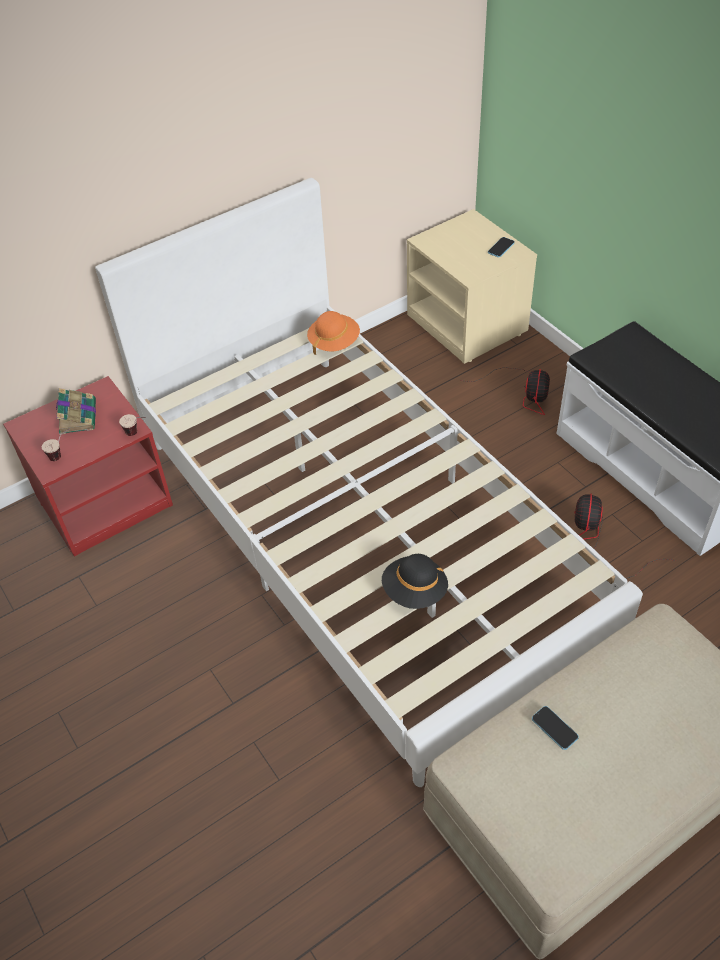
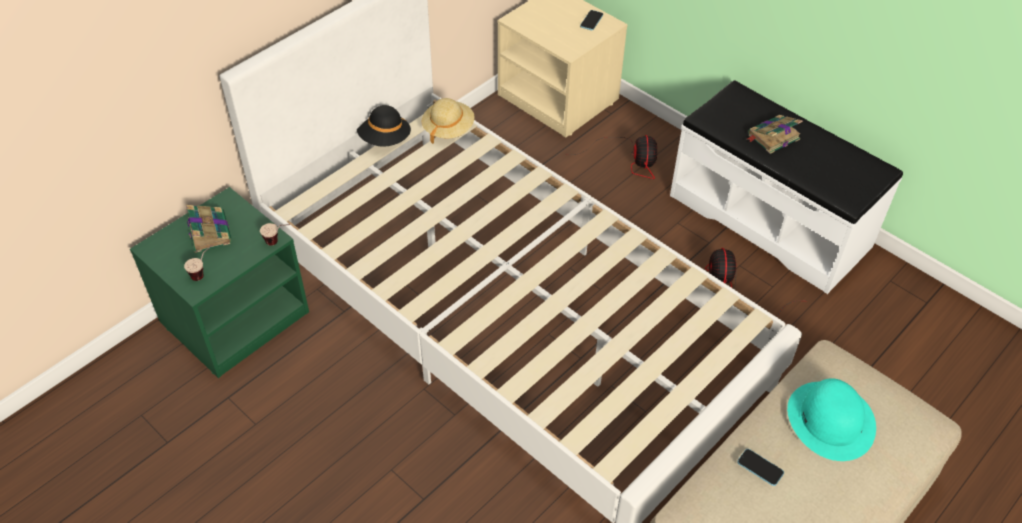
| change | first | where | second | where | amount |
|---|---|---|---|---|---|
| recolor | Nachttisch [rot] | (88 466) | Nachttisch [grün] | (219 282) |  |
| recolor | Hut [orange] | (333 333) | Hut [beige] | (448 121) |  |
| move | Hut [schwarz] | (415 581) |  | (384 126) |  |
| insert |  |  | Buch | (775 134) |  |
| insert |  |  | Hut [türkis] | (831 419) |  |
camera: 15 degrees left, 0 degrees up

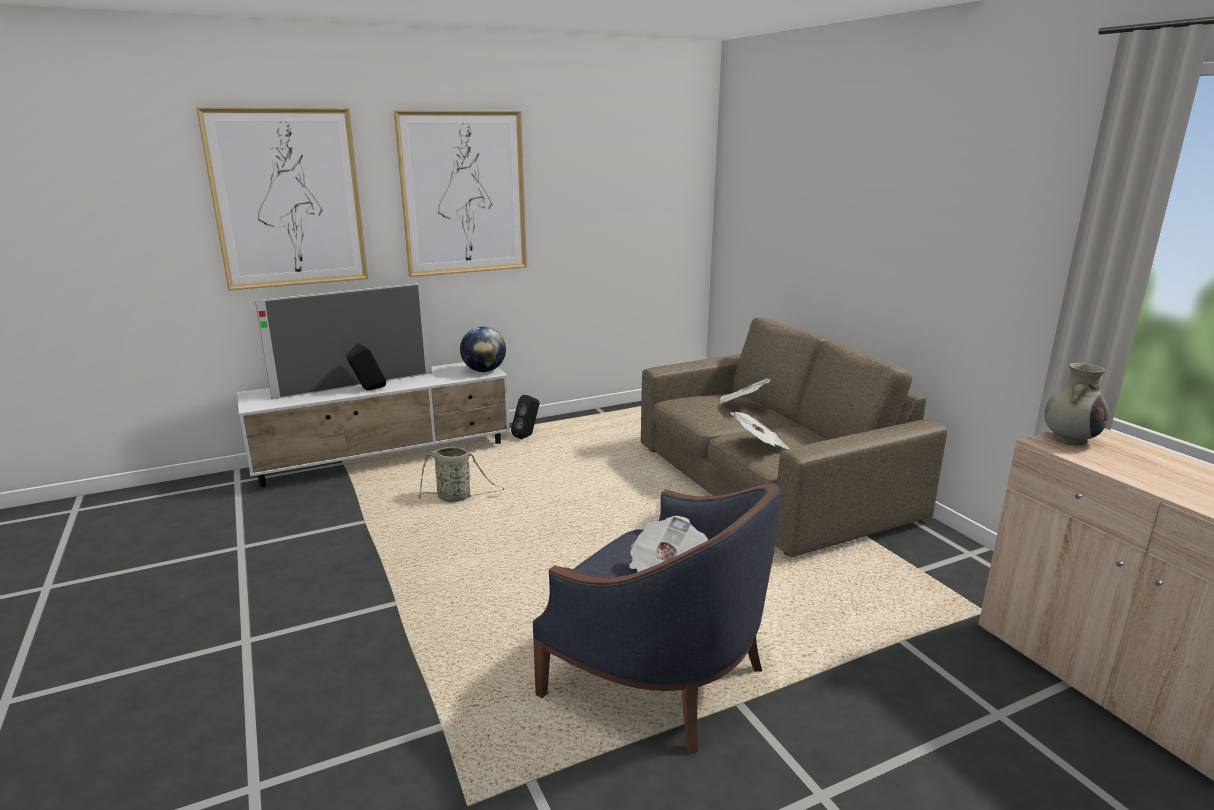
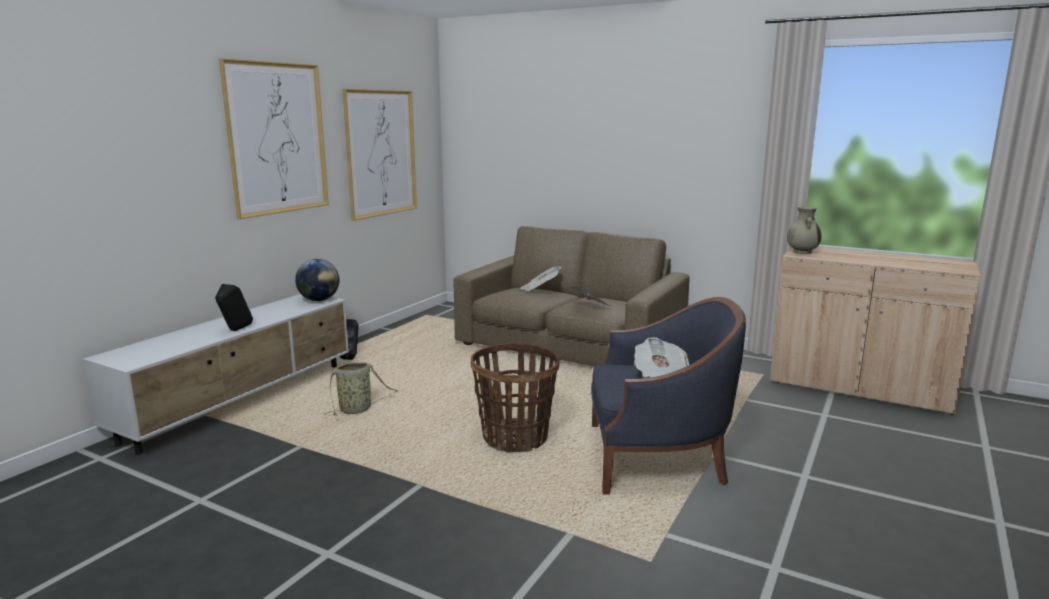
| change | first | where | second | where | amount |
|---|---|---|---|---|---|
| move | Bild | (282 199) |  | (380 155) |  |
| delete | Fernseher | (343 341) |  |  |  |
| insert |  |  | Korb | (515 398) |  |
camera: 35 degrees left, 5 degrees down

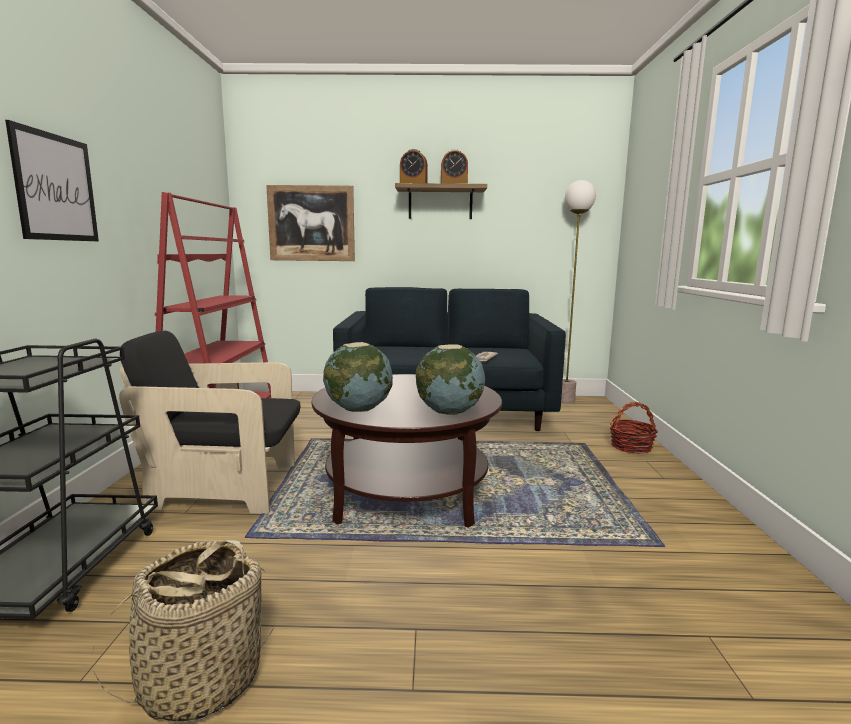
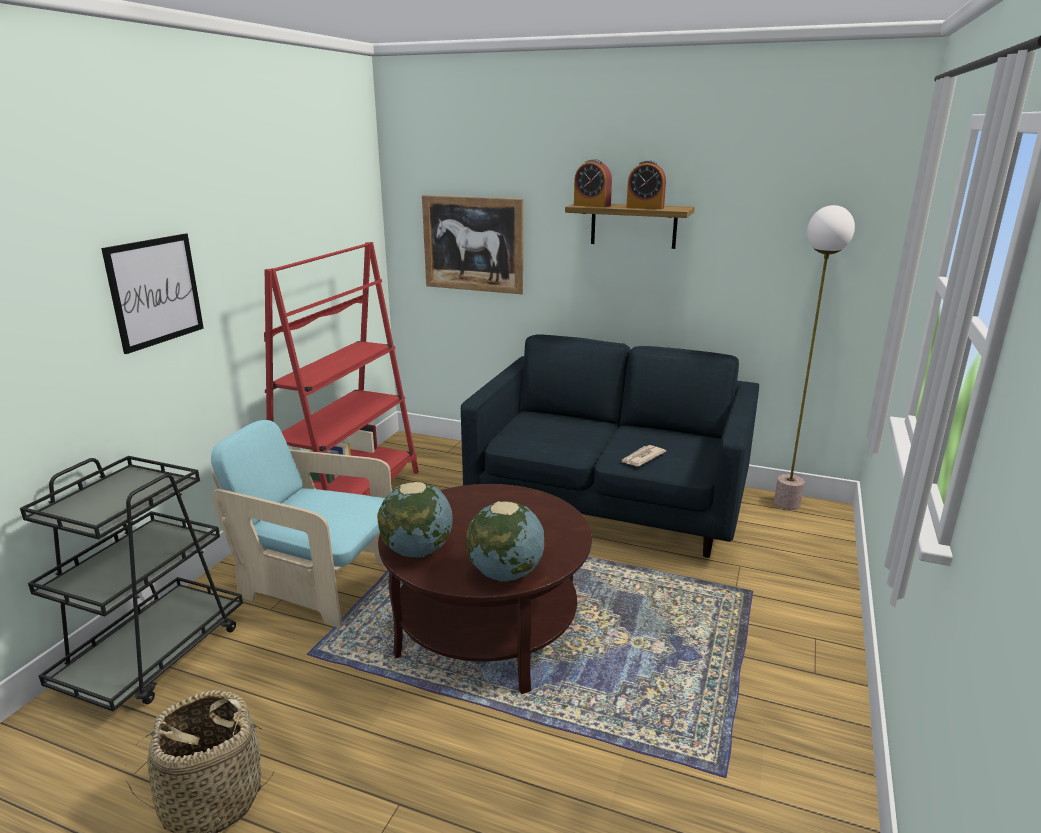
| change | first | where | second | where | amount |
|---|---|---|---|---|---|
| recolor | Sessel [schwarz] | (209 422) | Sessel [türkis] | (301 524) |  |
| delete | Korb | (634 428) |  |  |  |
camera: 20 degrees right, 10 degrees up

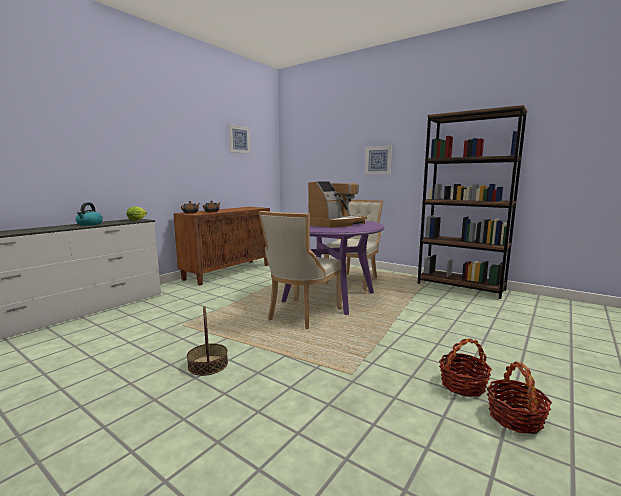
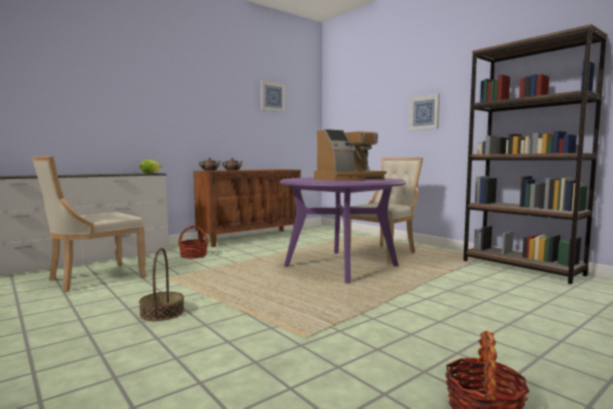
| change | first | where | second | where | amount |
|---|---|---|---|---|---|
| delete | Wasserkessel | (89 214) |  |  |  |
| move | Stuhl [beige] | (301 270) |  | (89 224) |  |
| move | Korb | (465 368) |  | (193 242) |  |
camera: 15 degrees right, 5 degrees down

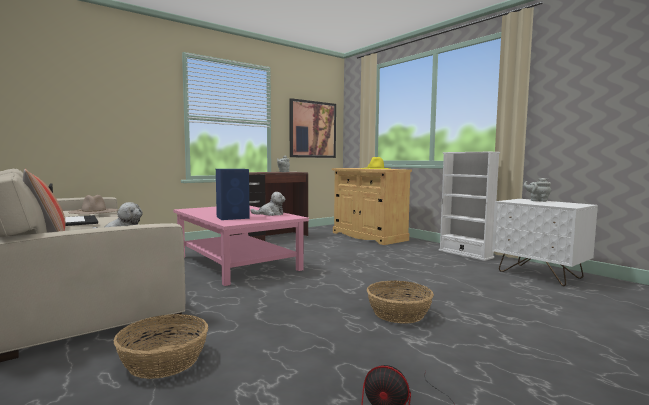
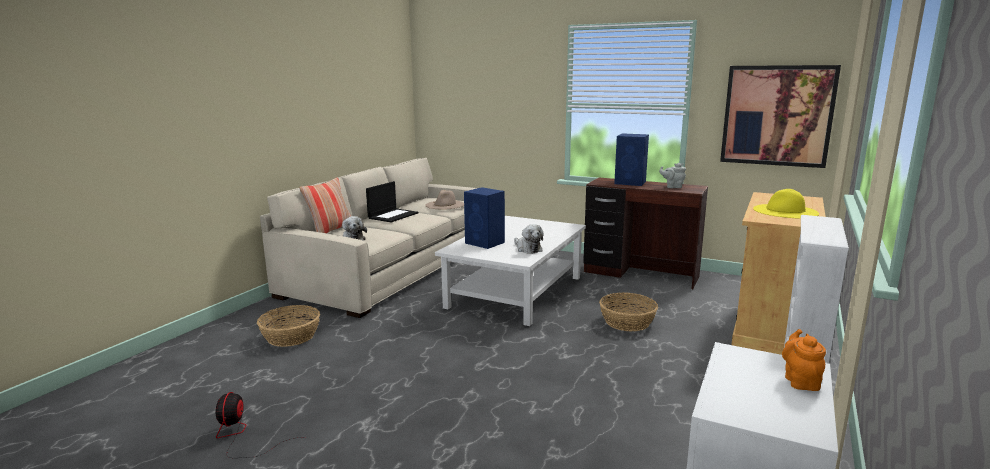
| change | first | where | second | where | amount |
|---|---|---|---|---|---|
| recolor | Couchtisch [rosa] | (241 246) | Couchtisch [weiß] | (510 271) |  |
| move | Korb | (400 302) |  | (628 311) |  |
| recolor | Teekanne [grau] | (537 190) | Teekanne [orange] | (804 360) |  |
| insert |  |  | Lautsprecher [blau] | (631 159) |  |
camera: 65 degrees right, 10 degrees up

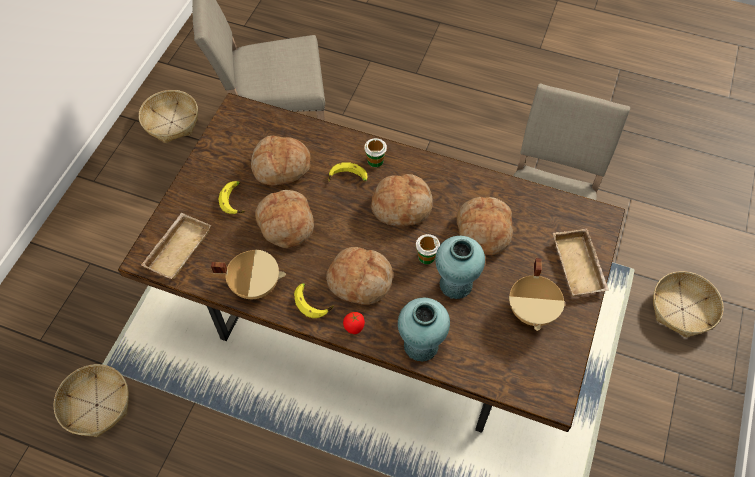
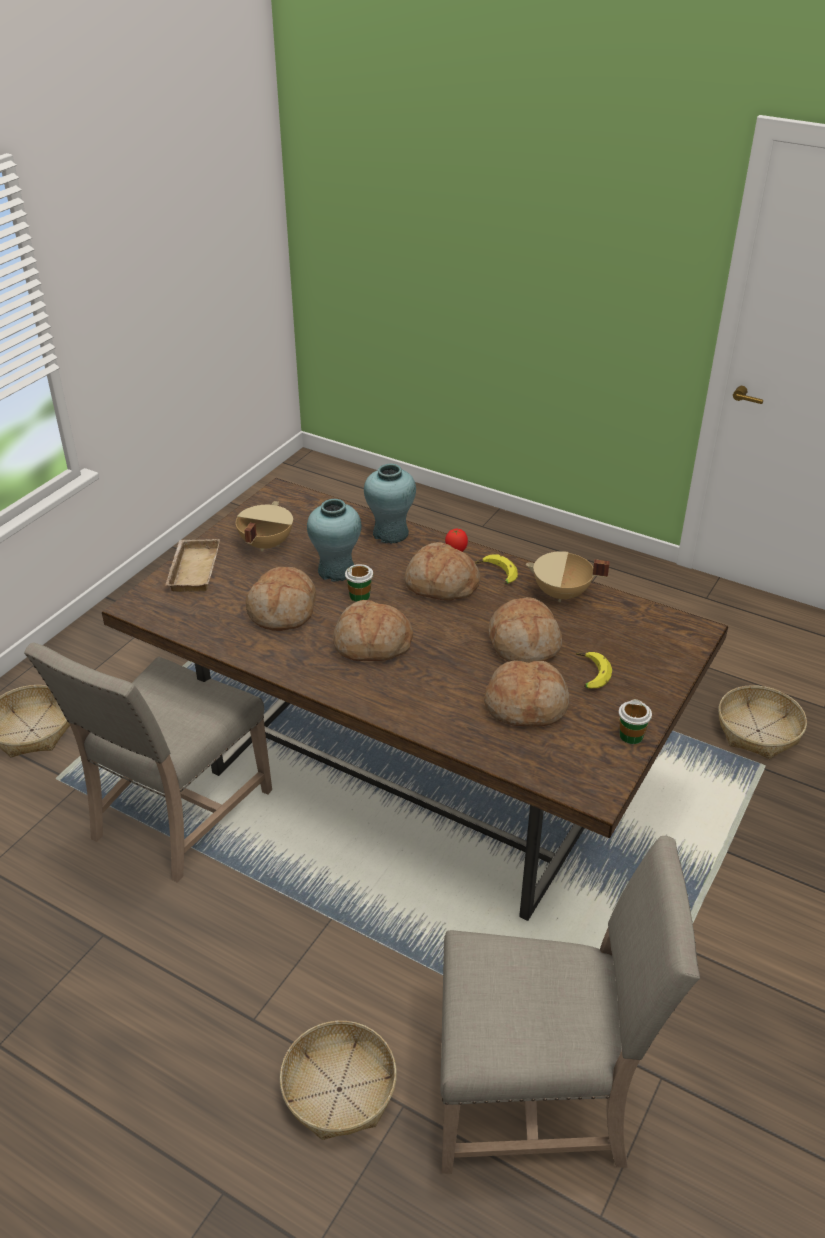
| change | first | where | second | where | amount |
|---|---|---|---|---|---|
| move | Korb | (168 116) |  | (338 1080) |  |
| delete | Tablett [beige] | (176 246) |  |  |  |
| delete | Banane | (348 172) |  |  |  |
| move | Tasse | (375 152) |  | (635 721) |  |
camera: 170 degrees left, 20 degrees down

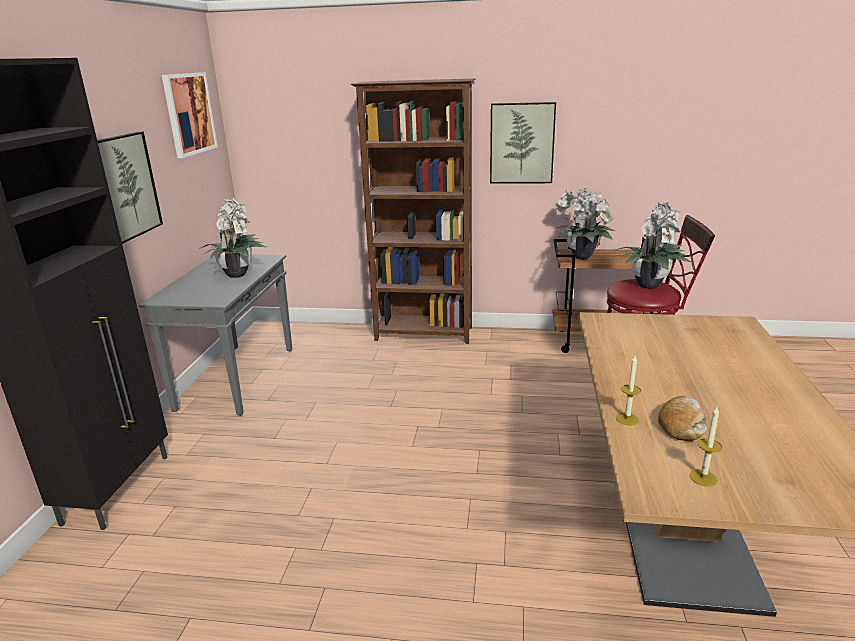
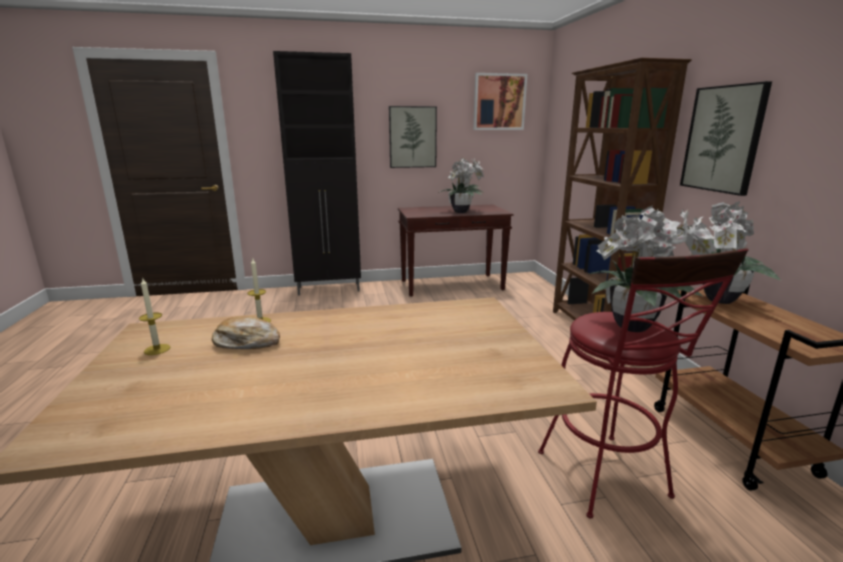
| change | first | where | second | where | amount |
|---|---|---|---|---|---|
| recolor | Konsolentisch [grau] | (215 335) | Konsolentisch [braun] | (456 251) |  |
camera: 70 degrees right, 5 degrees down

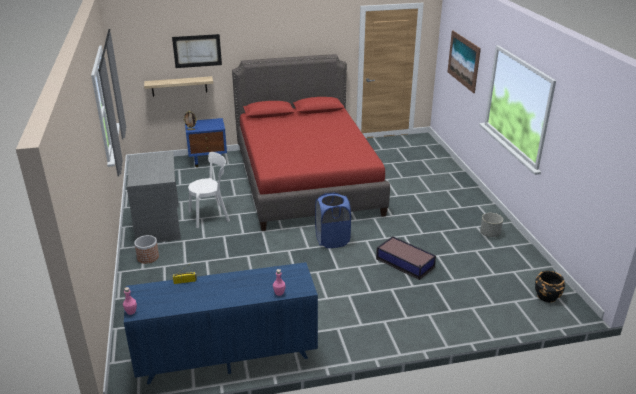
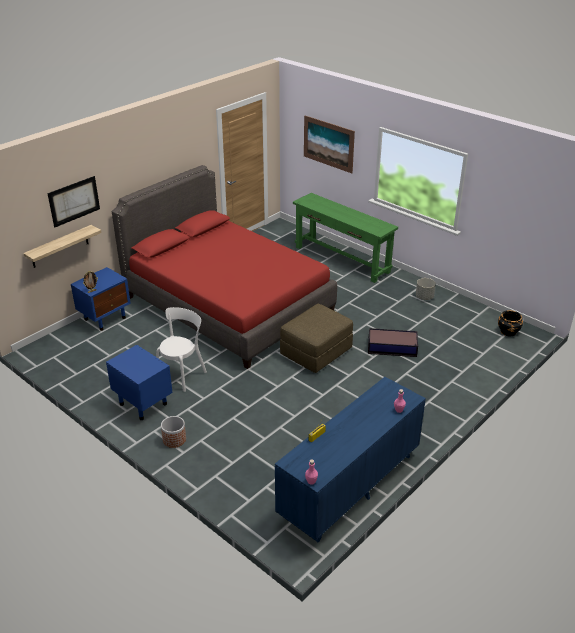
| change | first | where | second | where | amount |
|---|---|---|---|---|---|
| replace | Schreibtisch [grau] | (154 196) | Nachttisch [blau] | (139 382) |  |
| replace | Wäschekorb [blau] | (333 220) | Polsterhocker [braun] | (316 338) |  |
| insert |  |  | Konsolentisch [grün] | (345 238) |  |
camera: 35 degrees left, 5 degrees up

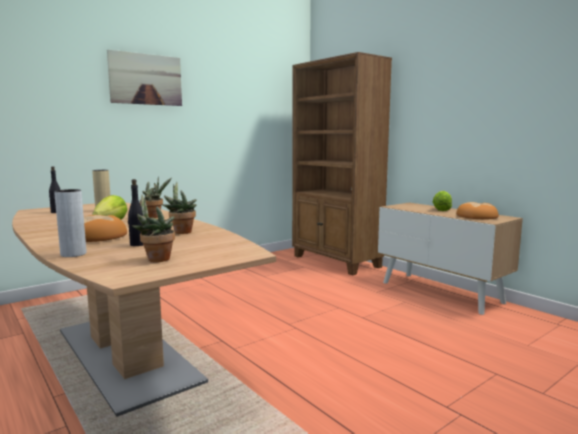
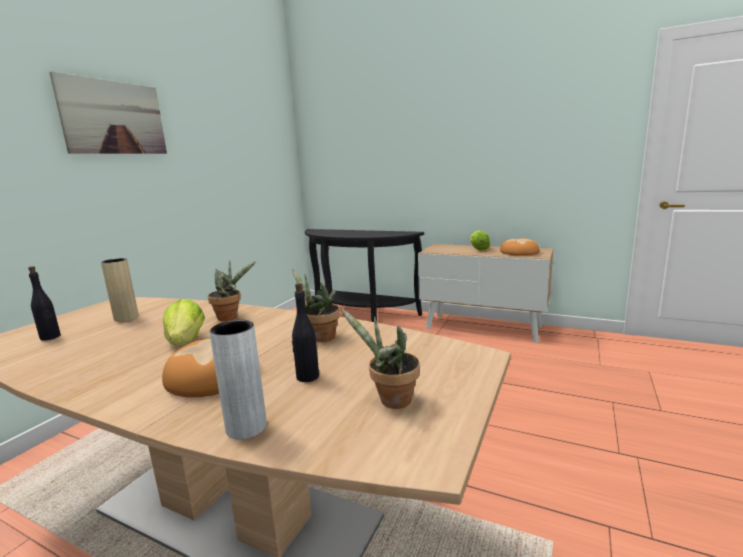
| change | first | where | second | where | amount |
|---|---|---|---|---|---|
| replace | Bücherregal [braun] | (342 163) | Konsolentisch [schwarz] | (364 275) |  |
camera: 25 degrees left, 5 degrees up

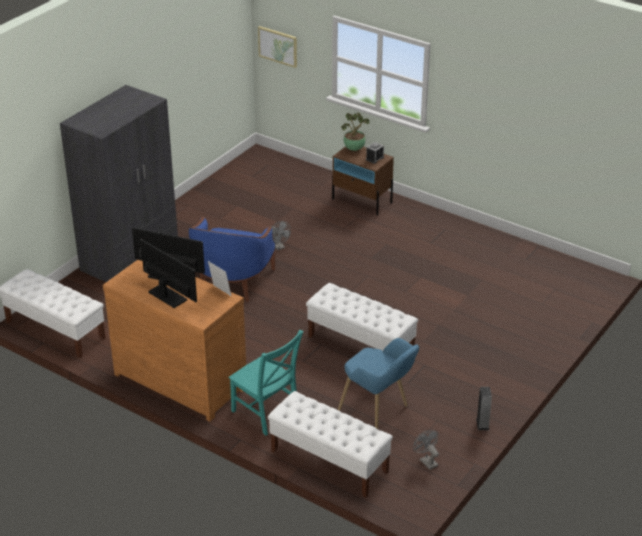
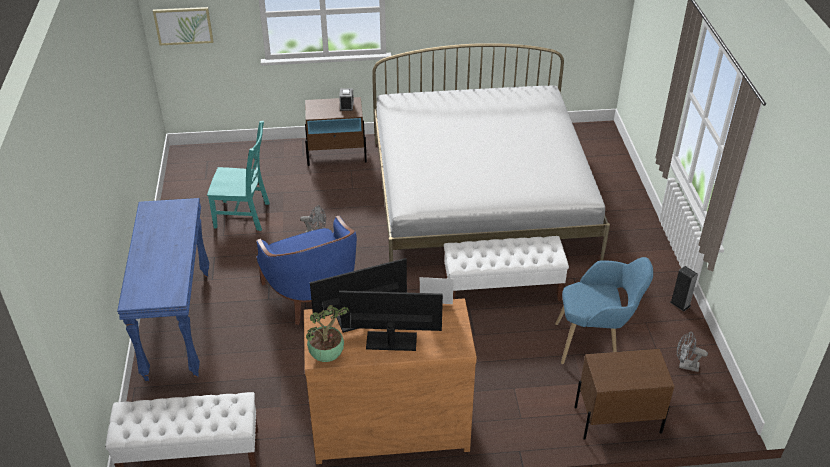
| change | first | where | second | where | amount |
|---|---|---|---|---|---|
| replace | Kleiderschrank [grau] | (119 183) | Konsolentisch [blau] | (163 289) |  |
| move | Stuhl [türkis] | (266 383) |  | (238 176) |  |
| replace | Bank [weiß] | (330 444) | Nachttisch [braun] | (624 394) |  |
| move | Topfpflanze | (355 131) |  | (327 333) |  |
| insert |  |  | Bett [weiß] | (491 152) |  |
camera: 40 degrees left, 5 degrees up

